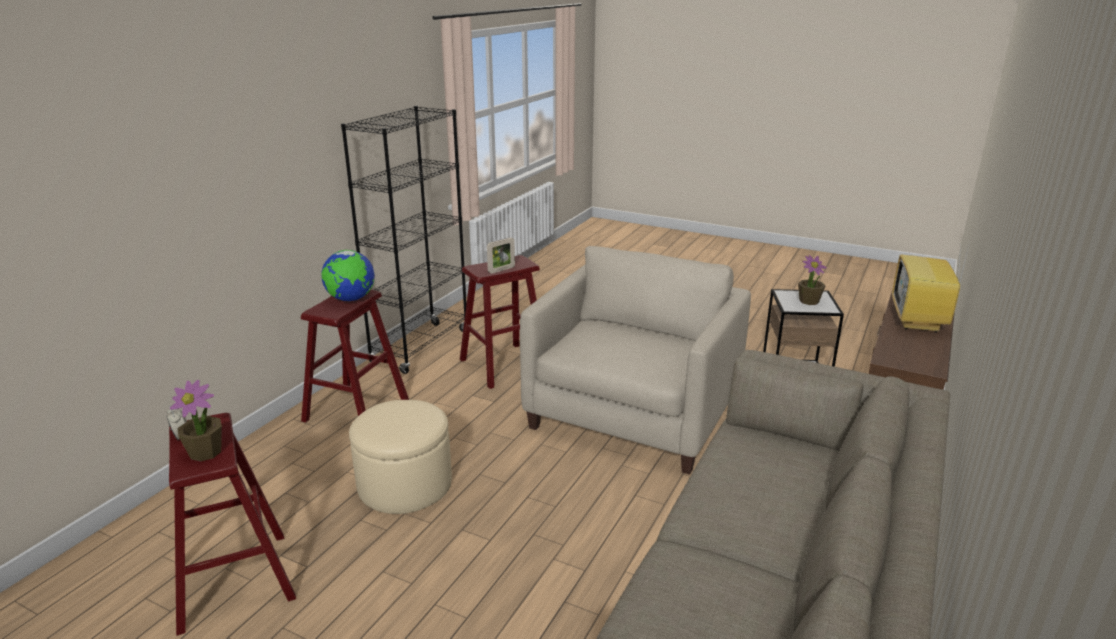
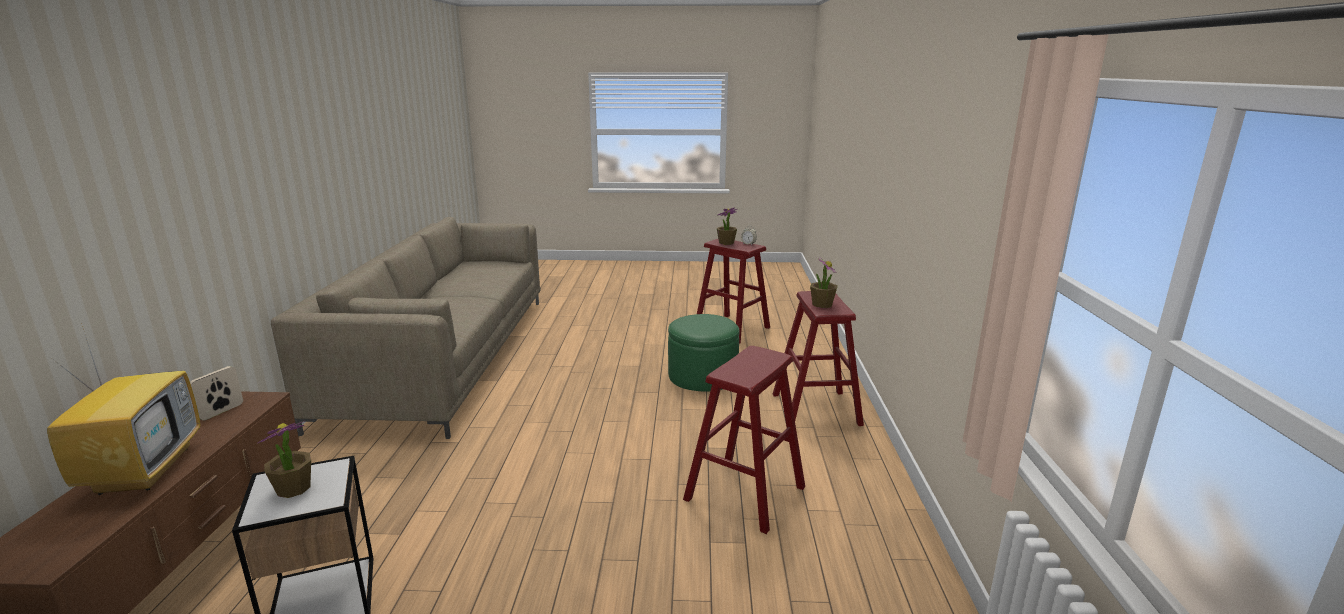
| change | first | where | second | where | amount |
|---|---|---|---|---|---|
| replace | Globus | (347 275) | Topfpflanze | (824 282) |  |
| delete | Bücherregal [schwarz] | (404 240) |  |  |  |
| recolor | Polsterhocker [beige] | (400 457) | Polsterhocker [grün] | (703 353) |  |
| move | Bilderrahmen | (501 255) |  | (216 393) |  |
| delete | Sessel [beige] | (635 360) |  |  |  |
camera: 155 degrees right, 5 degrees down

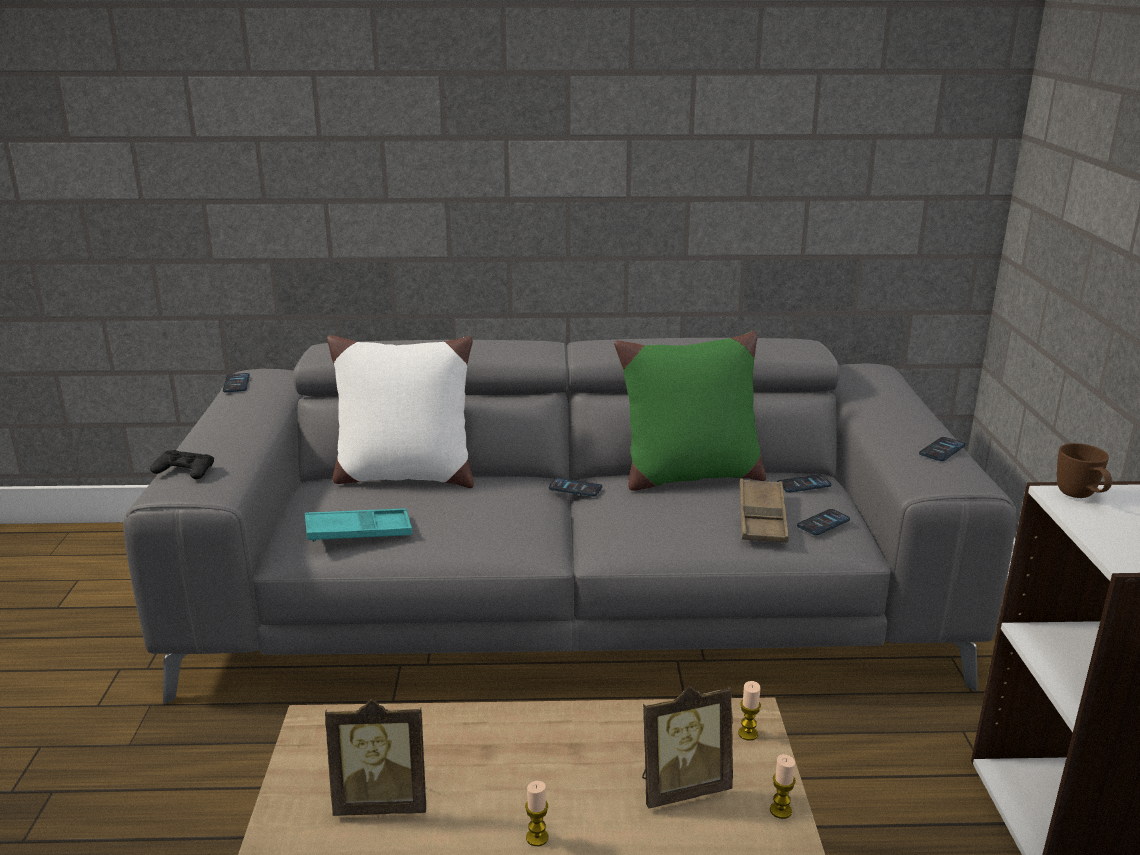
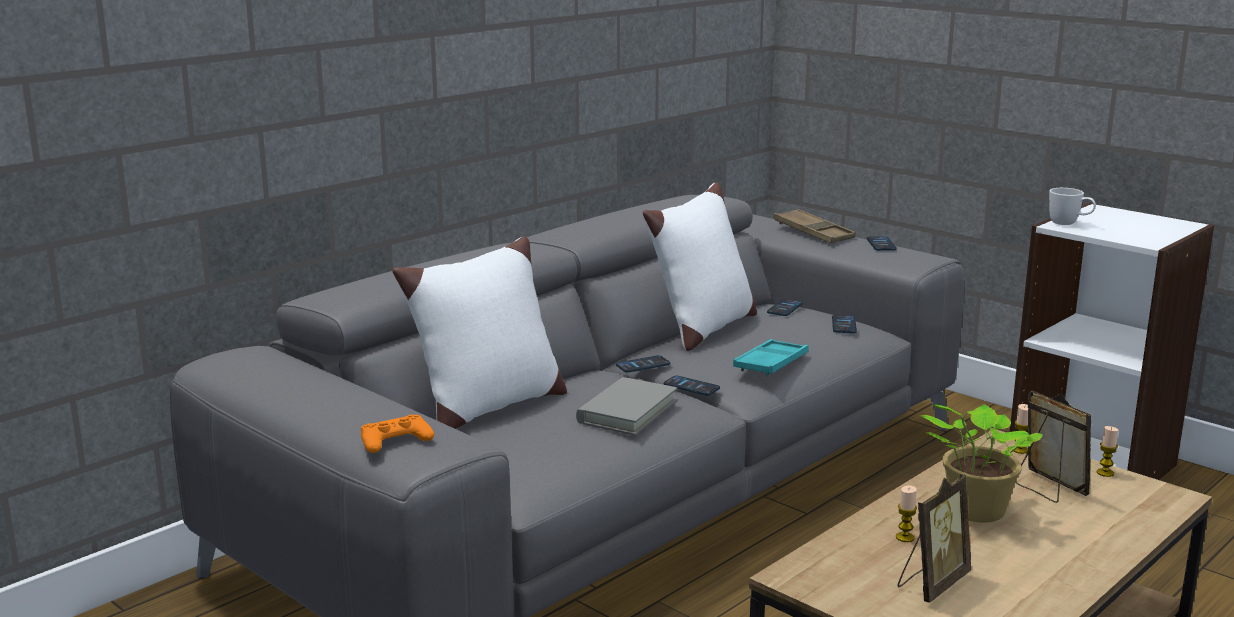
| change | first | where | second | where | amount |
|---|---|---|---|---|---|
| recolor | Gamepad [schwarz] | (182 464) | Gamepad [orange] | (397 434) |  |
| move | Handy | (236 382) |  | (692 386) |  |
| move | Tablett [türkis] | (358 525) |  | (771 357) |  |
| move | Kerze | (536 813) |  | (906 514) |  |
| recolor | Kissen [grün] | (690 411) | Kissen [weiß] | (699 266) |  |
| rotate | Bilderrahmen | (687 747) |  | (1053 447) | 60 degrees counterclockwise |
| move | Tablett [braun] | (764 510) |  | (814 226) |  |
| recolor | Henkelbecher [braun] | (1084 470) | Henkelbecher [weiß] | (1072 206) |  |
| insert |  |  | Buch [grau] | (626 406) |  |
| insert |  |  | Topfpflanze | (981 463) |  |
camera: 45 degrees left, 5 degrees down

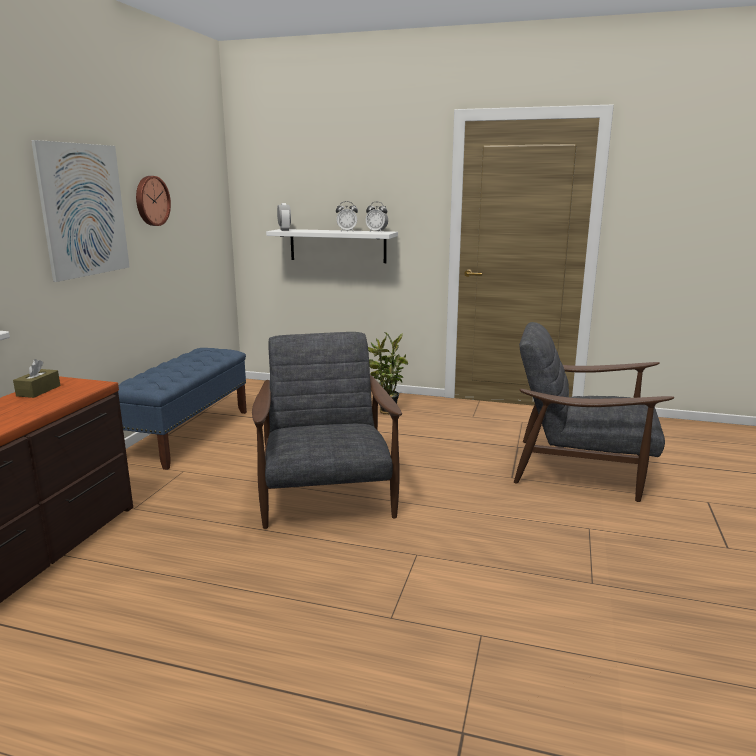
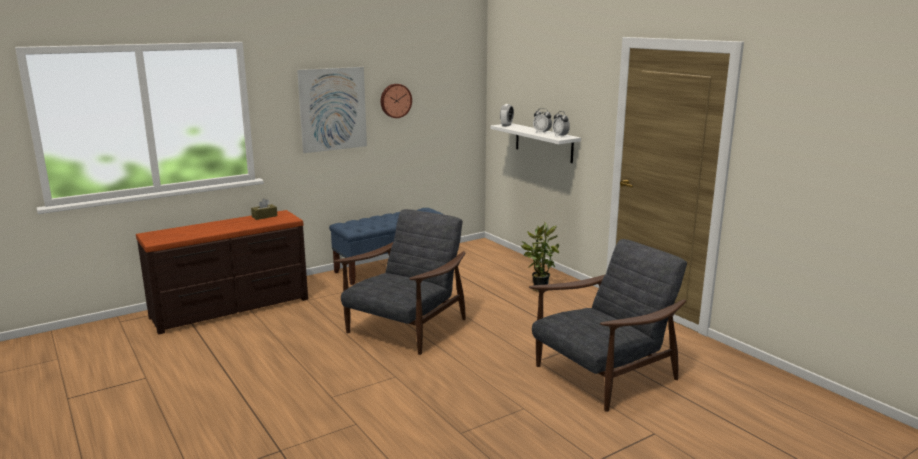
| change | first | where | second | where | amount |
|---|---|---|---|---|---|
| rotate | Sessel [grau] | (594 412) |  | (608 325) | 90 degrees clockwise |
camera: 40 degrees right, 0 degrees up

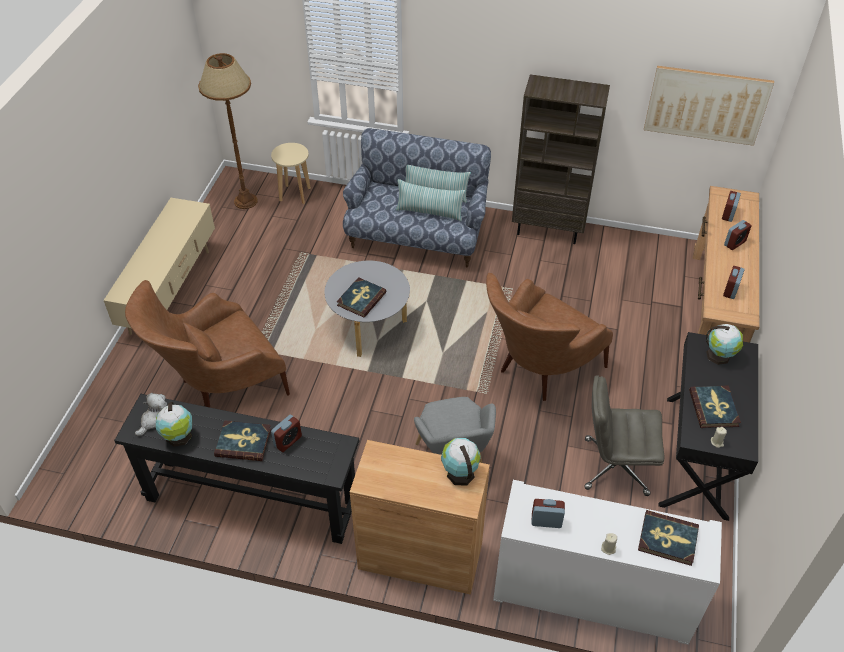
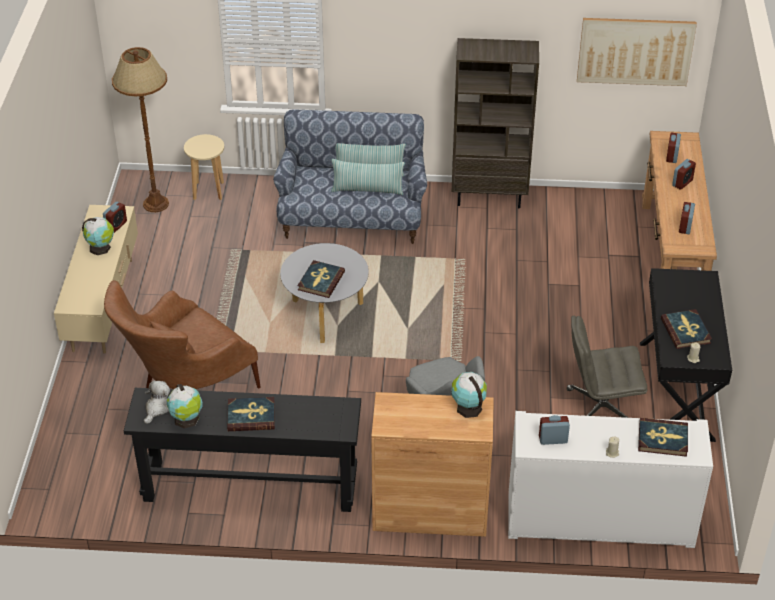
| change | first | where | second | where | amount |
|---|---|---|---|---|---|
| move | Wecker | (286 433) |  | (115 217) |  |
| delete | Sessel [braun] | (549 337) |  |  |  |
| move | Globus | (724 344) |  | (98 236) |  |
camera: 10 degrees left, 5 degrees down

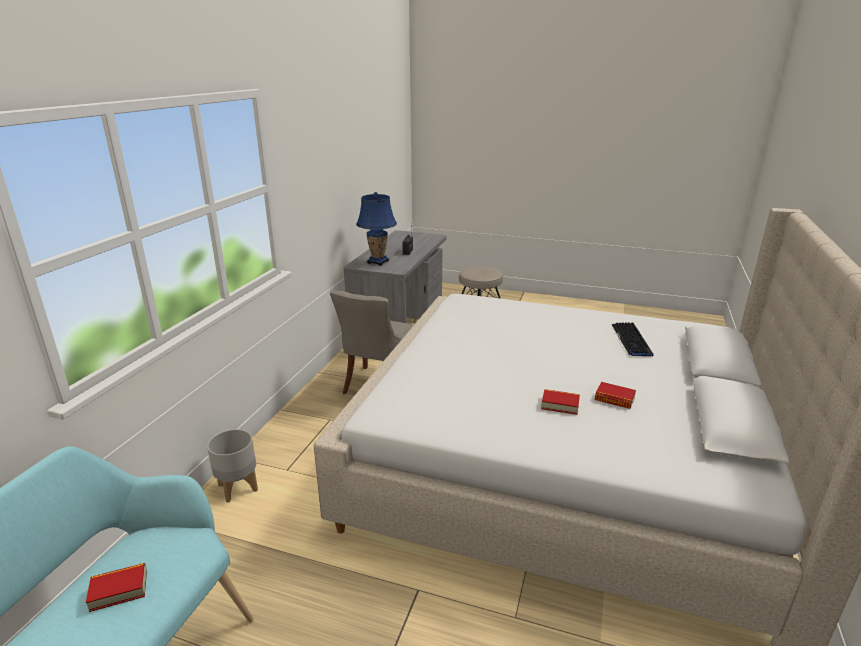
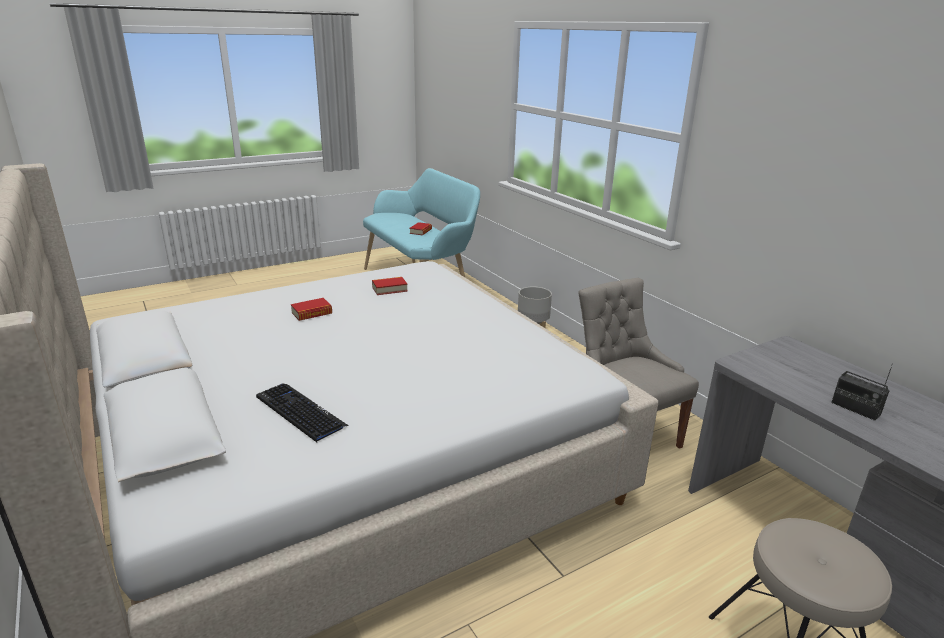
| change | first | where | second | where | amount |
|---|---|---|---|---|---|
| delete | Tischlampe [blau] | (376 229) |  |  |  |
| move | Buch | (615 395) |  | (390 286) |  |
camera: 130 degrees right, 0 degrees up

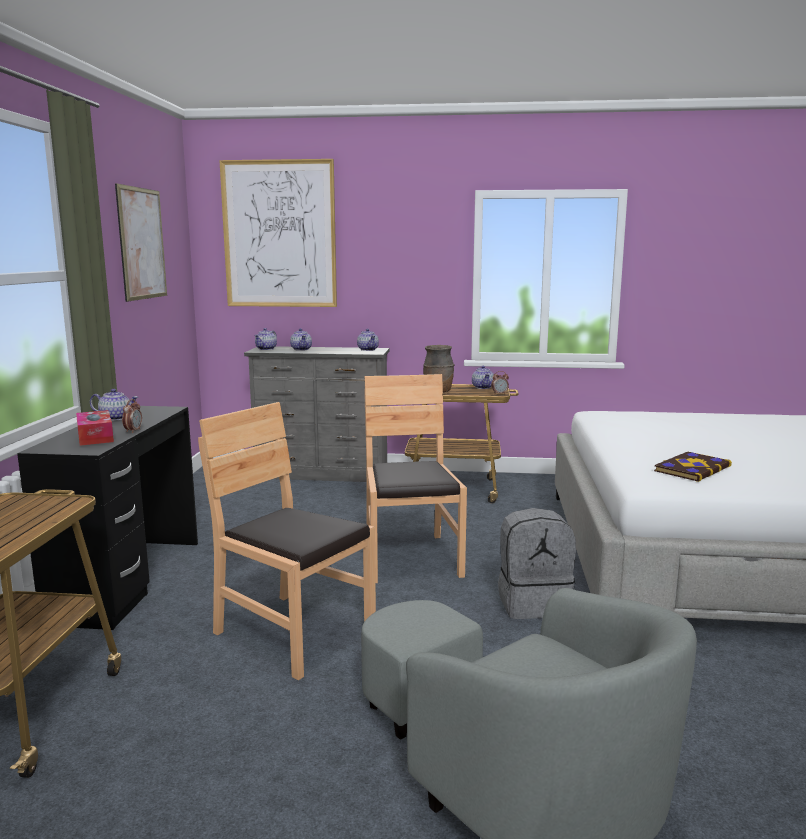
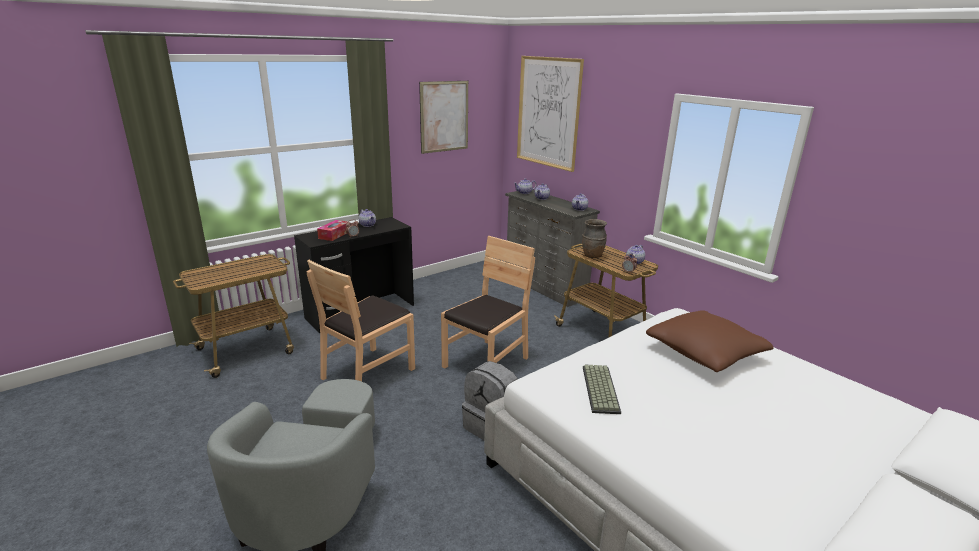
| change | first | where | second | where | amount |
|---|---|---|---|---|---|
| rotate | Stuhl [braun] | (287 541) |  | (361 320) | 135 degrees counterclockwise |
| replace | Buch | (693 467) | Tastatur | (602 389) |  |
| insert |  |  | Kissen [braun] | (710 341) |  |
camera: 45 degrees right, 10 degrees up

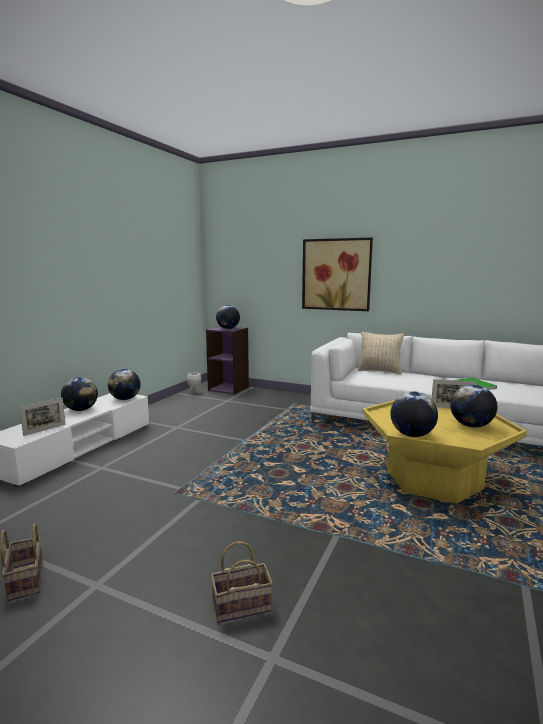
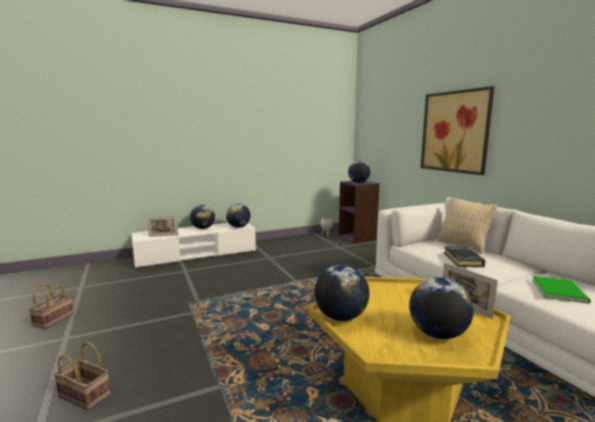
| change | first | where | second | where | amount |
|---|---|---|---|---|---|
| insert |  |  | Buch [schwarz] | (465 257) |  |
camera: 40 degrees right, 0 degrees up

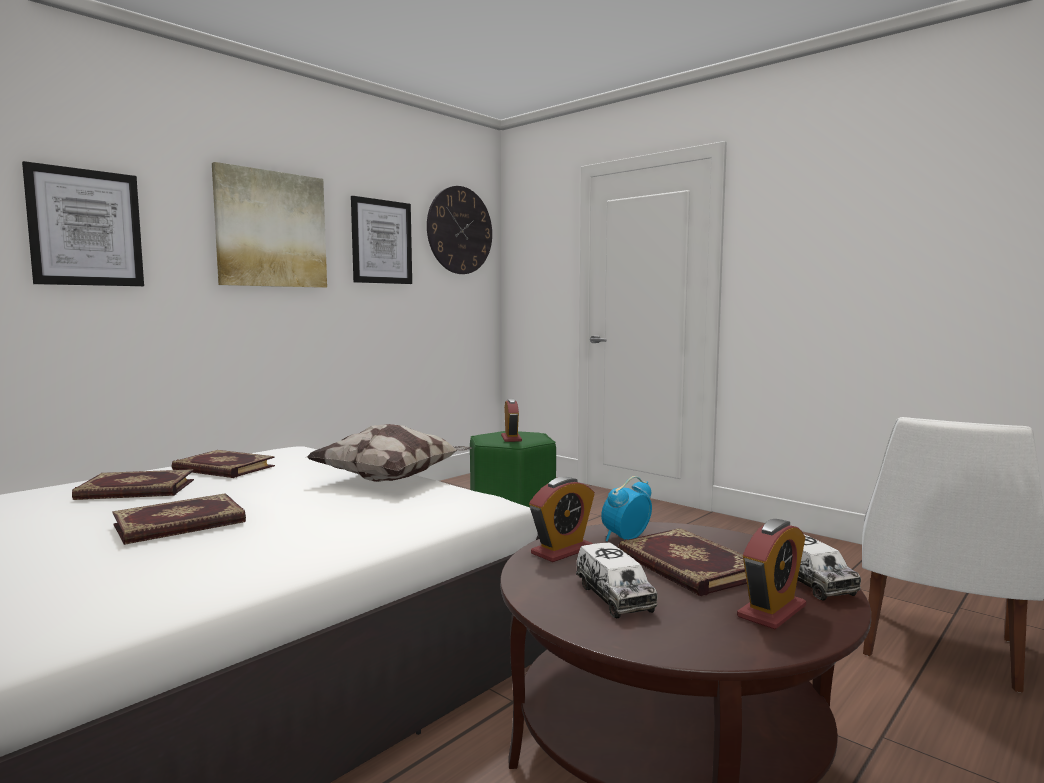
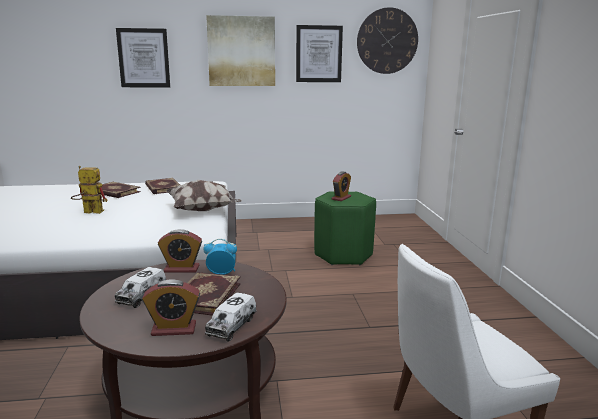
| change | first | where | second | where | amount |
|---|---|---|---|---|---|
| replace | Buch | (179 519) | Spielzeugroboter | (89 190) |  |
camera: 40 degrees right, 10 degrees up

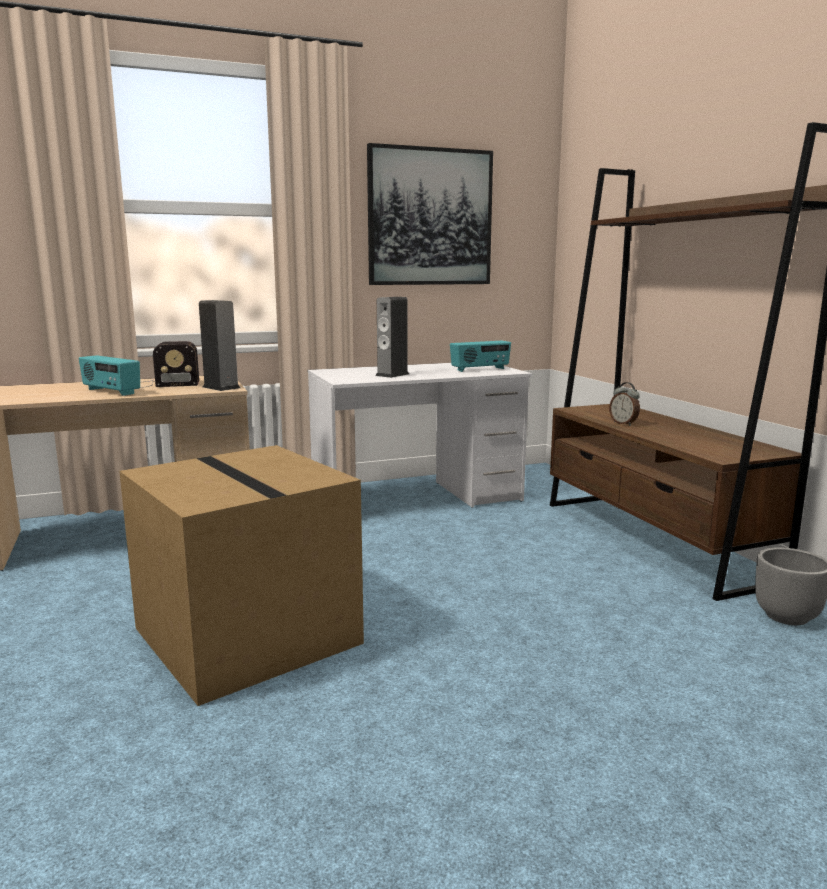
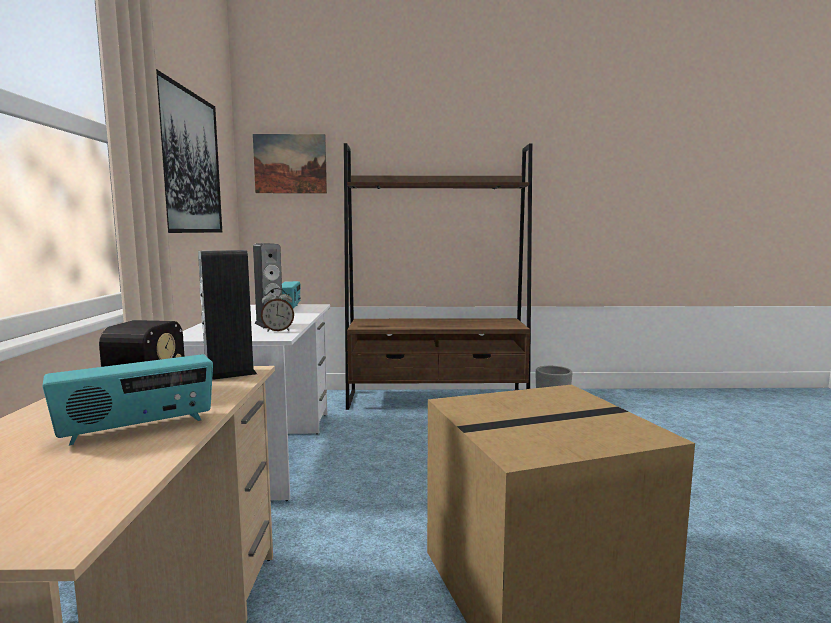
| change | first | where | second | where | amount |
|---|---|---|---|---|---|
| move | Wecker | (624 404) |  | (277 310) |  |
| insert |  |  | Bild | (290 163) |  |
camera: 70 degrees left, 5 degrees down

